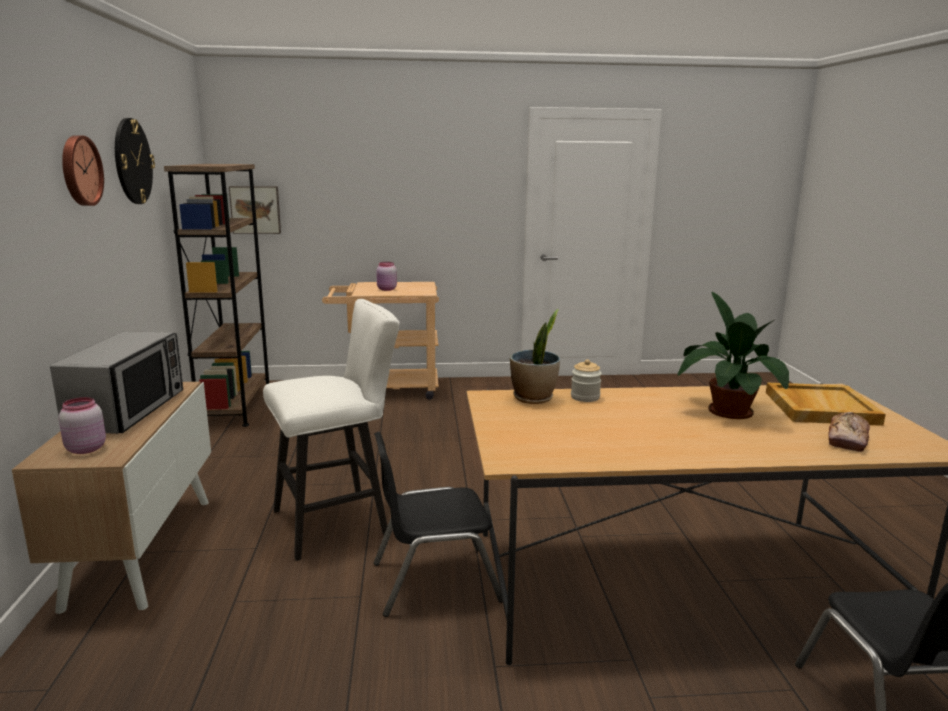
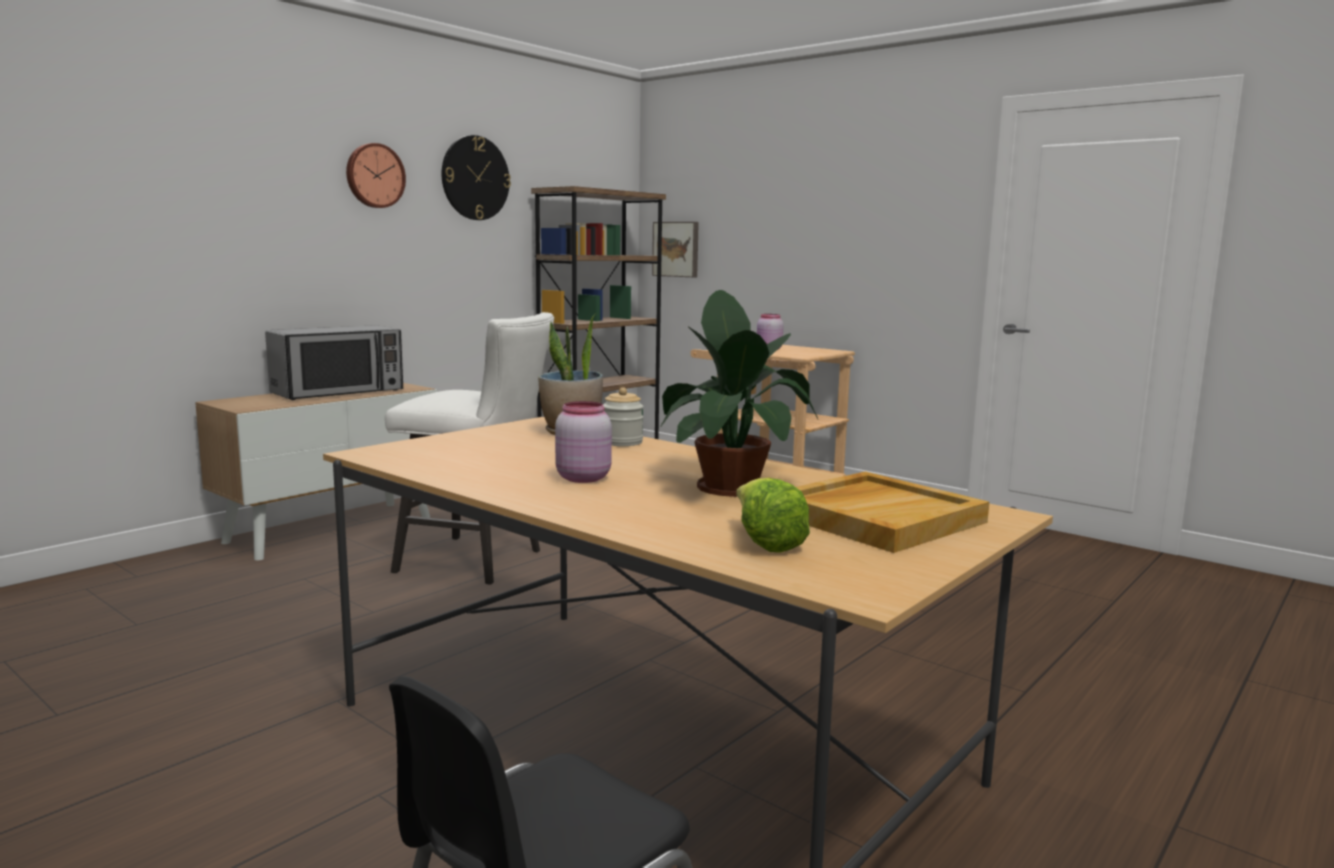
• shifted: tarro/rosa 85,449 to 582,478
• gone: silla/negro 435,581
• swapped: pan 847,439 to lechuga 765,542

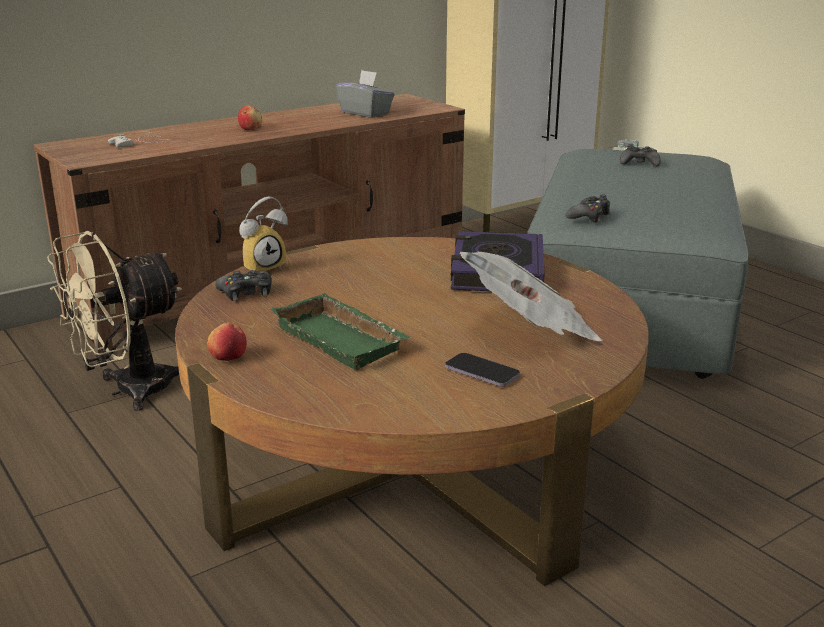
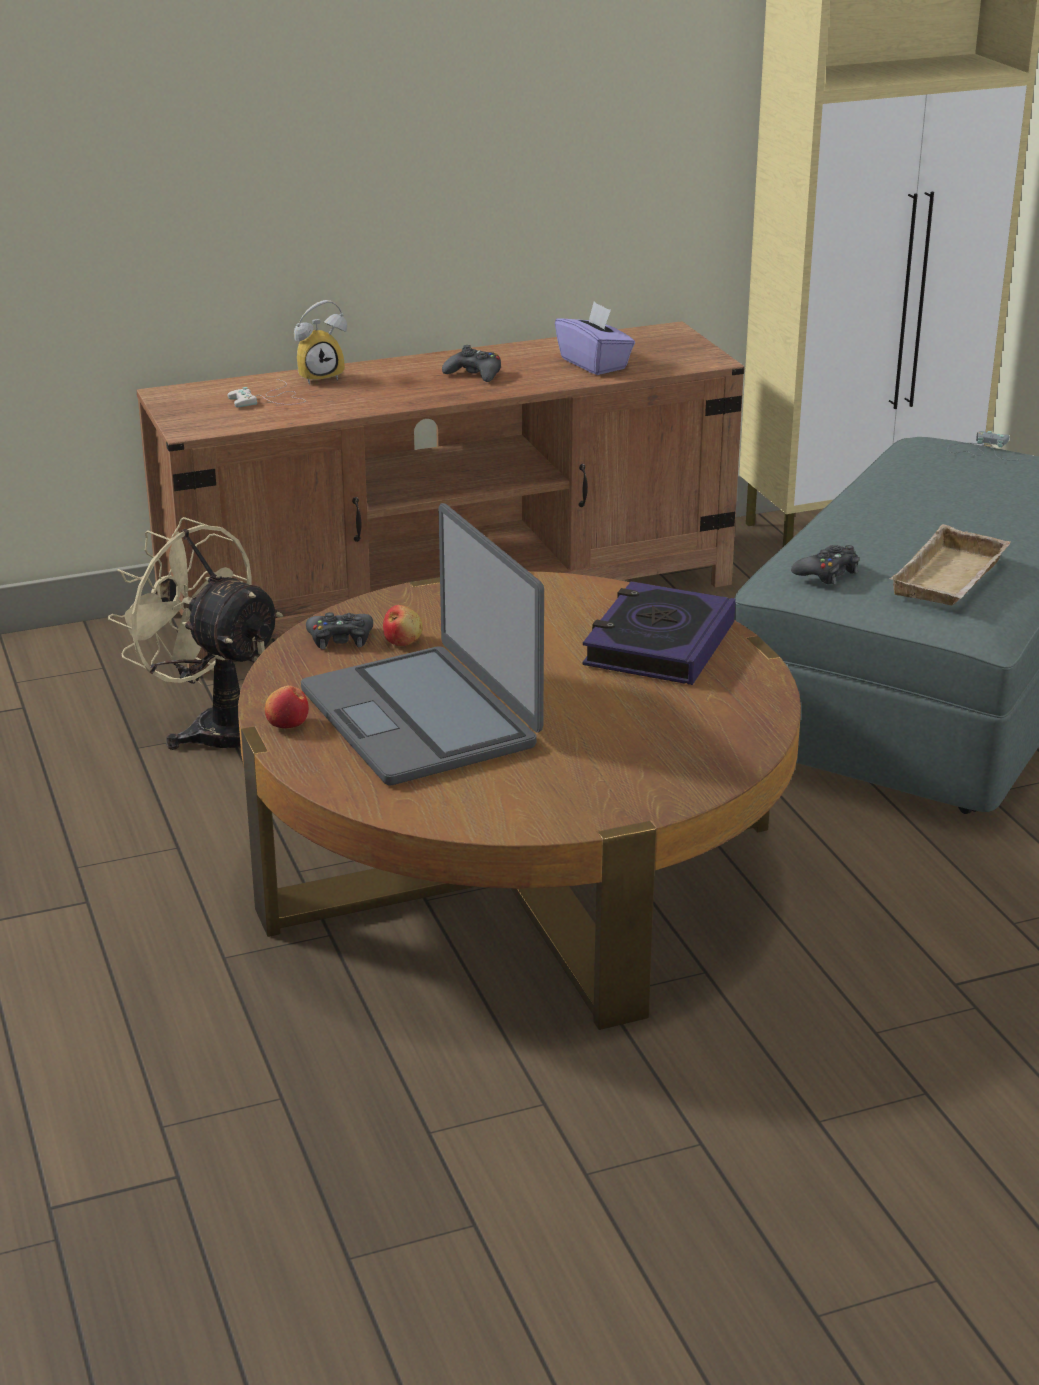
• rotated: ventilador/beis 128,391 = 214,729 60 degrees clockwise
• shifted: manzana 250,129 to 403,641
• shifted: despertador 263,267 to 320,376
• swapped: bandeja/verde 343,339 to portátil 422,717
• repainted: caja de pañuelos/gris 365,113 to caja de pañuelos/morado 594,364
• gone: móvil 482,372
• gone: periódico 530,330
• shifted: mando de consola/negro 639,163 to 474,374
• new: bandeja/beis 952,579

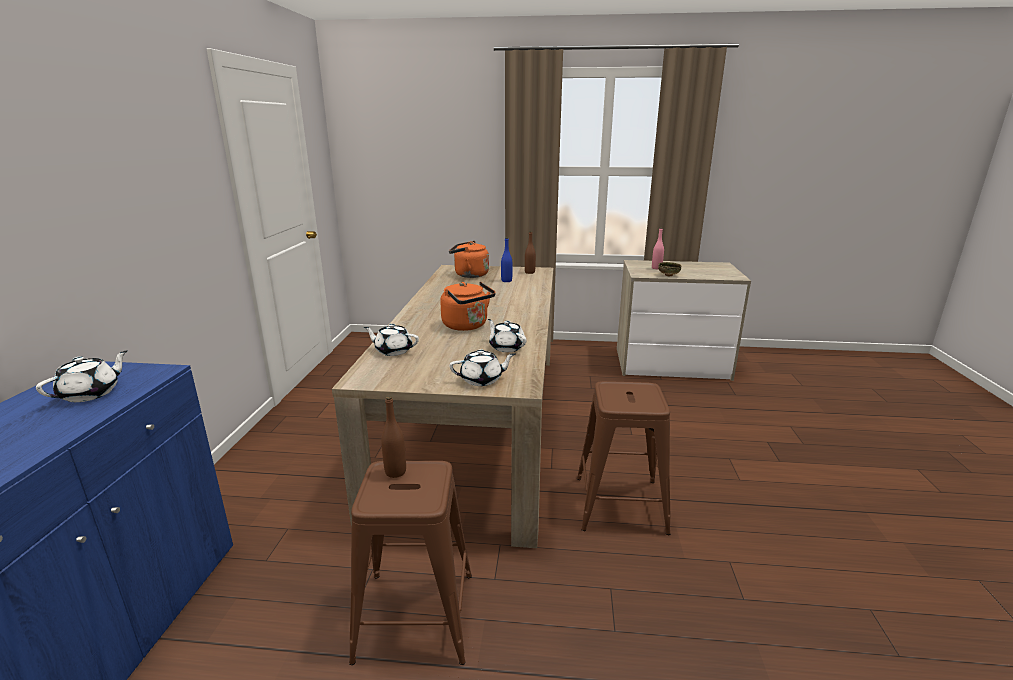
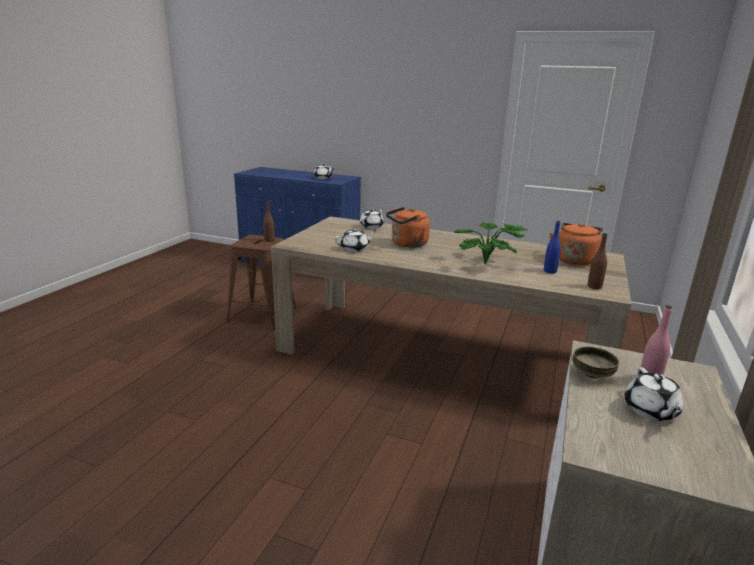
• shifted: tetera/blanco 482,380 to 650,411
• gone: taburete/marrón 619,504
• new: planta en maceta 488,264

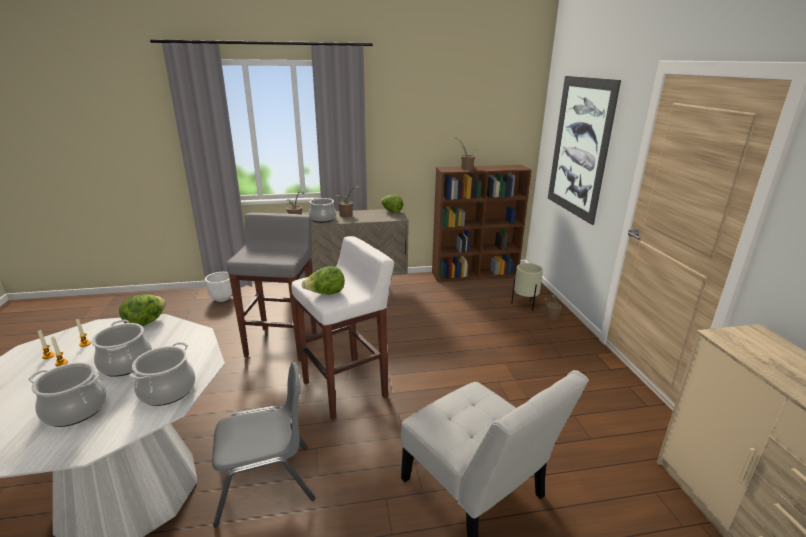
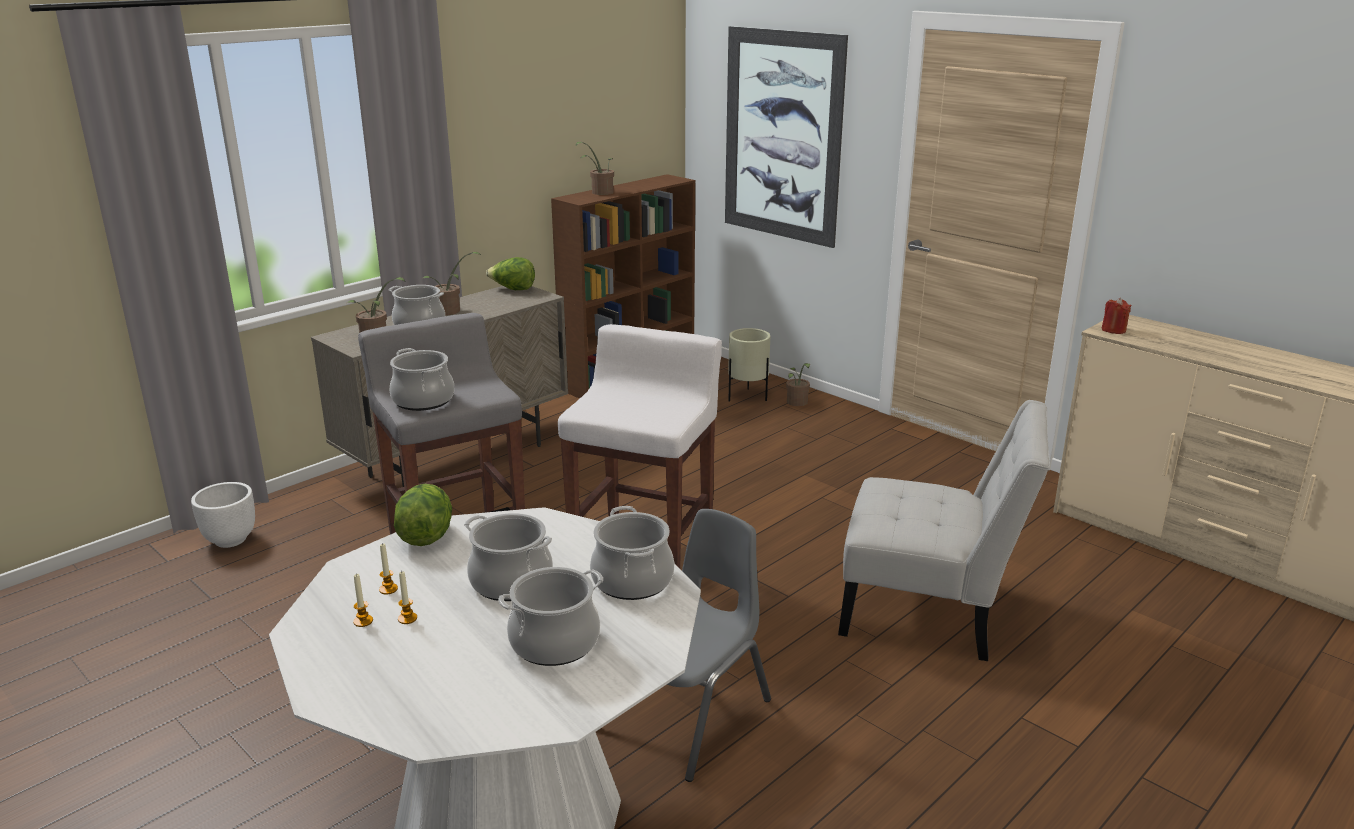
• gone: lechuga 325,294
• new: olla 423,400
• new: vela/rojo 1113,330

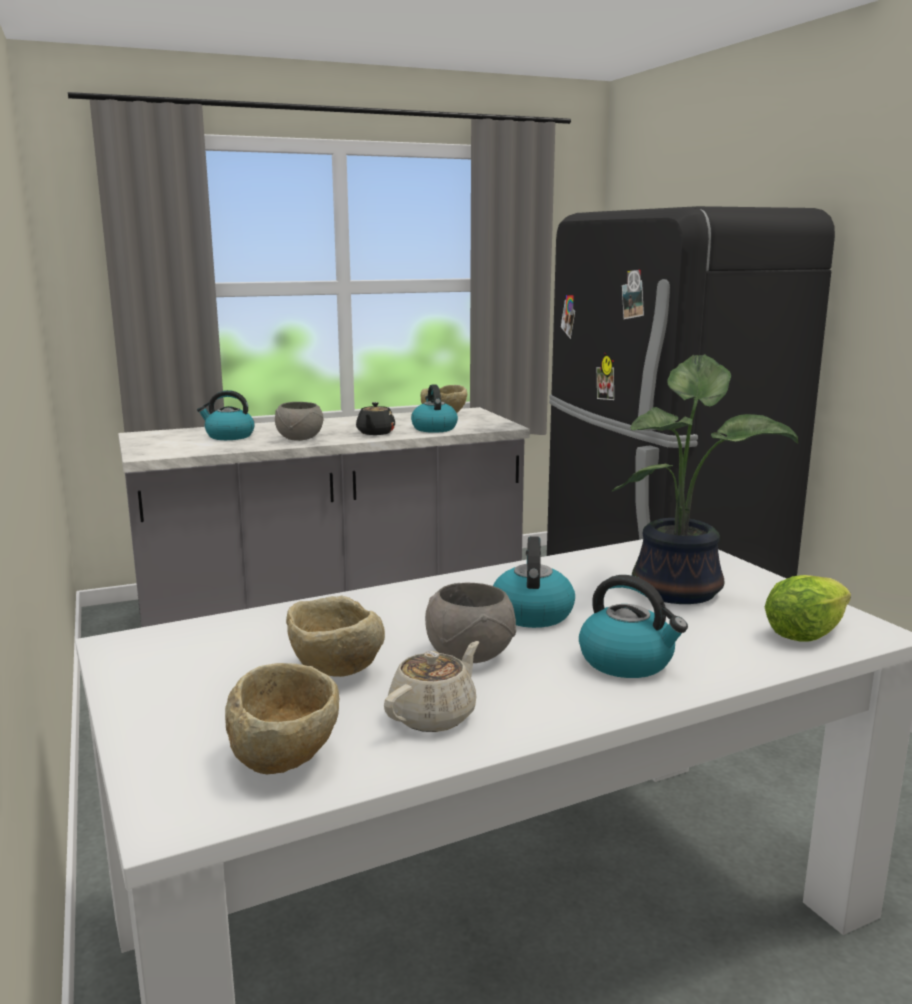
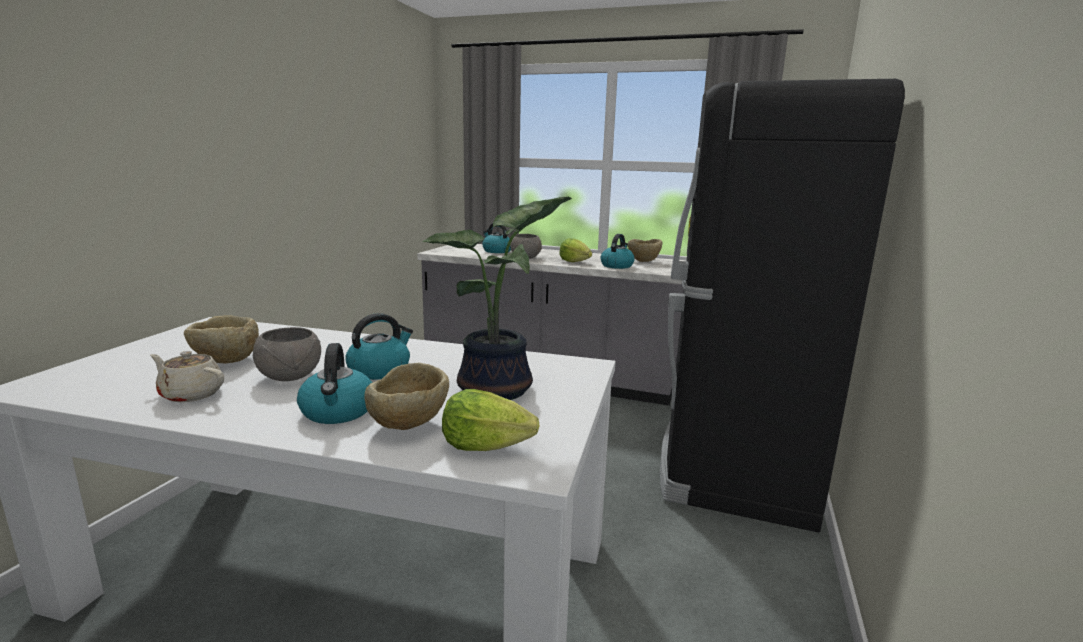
• shifted: cuenco/beis 287,761 to 409,426
• swapped: tetera/negro 375,433 to lechuga 574,262
• rotated: tetera/beis 434,715 = 191,394 150 degrees counterclockwise

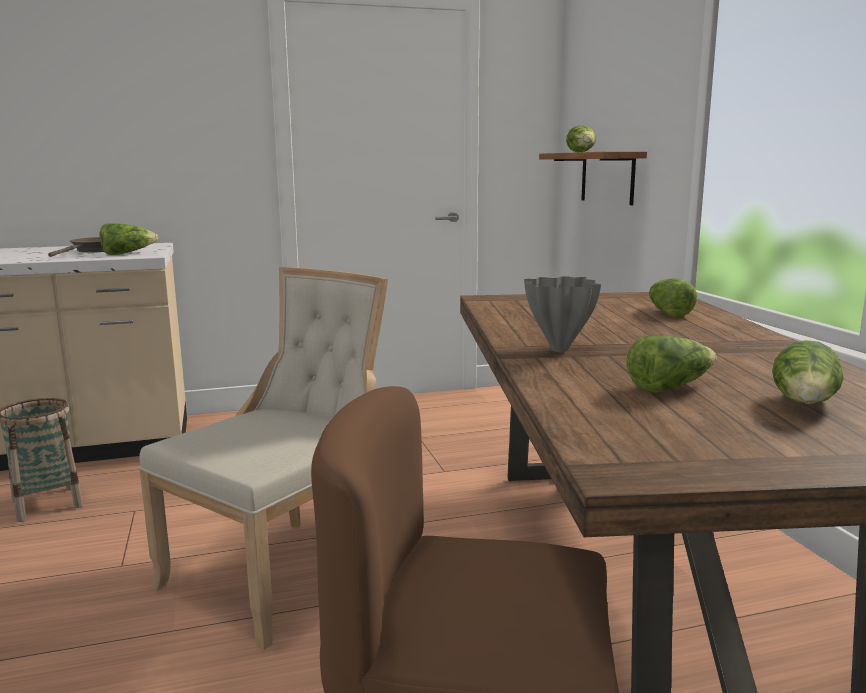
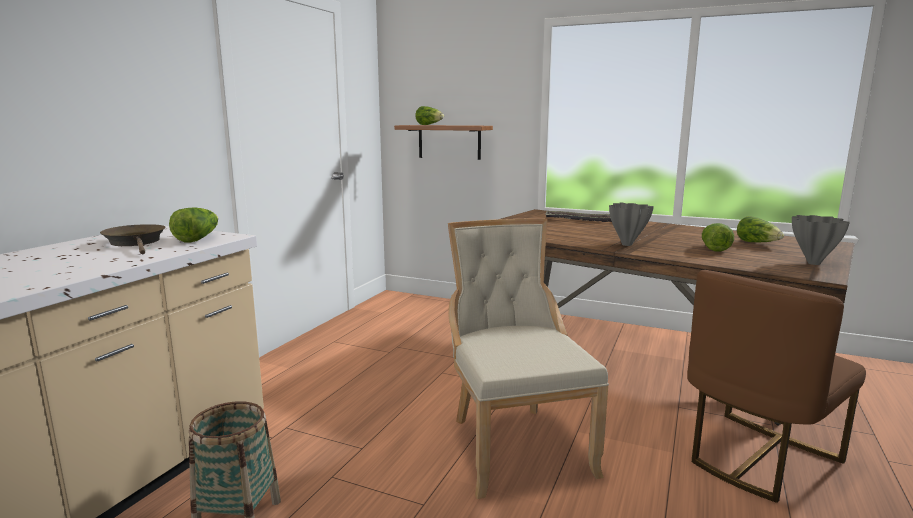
• swapped: lechuga 668,313 to bandeja 580,220
• new: florero/gris 812,263

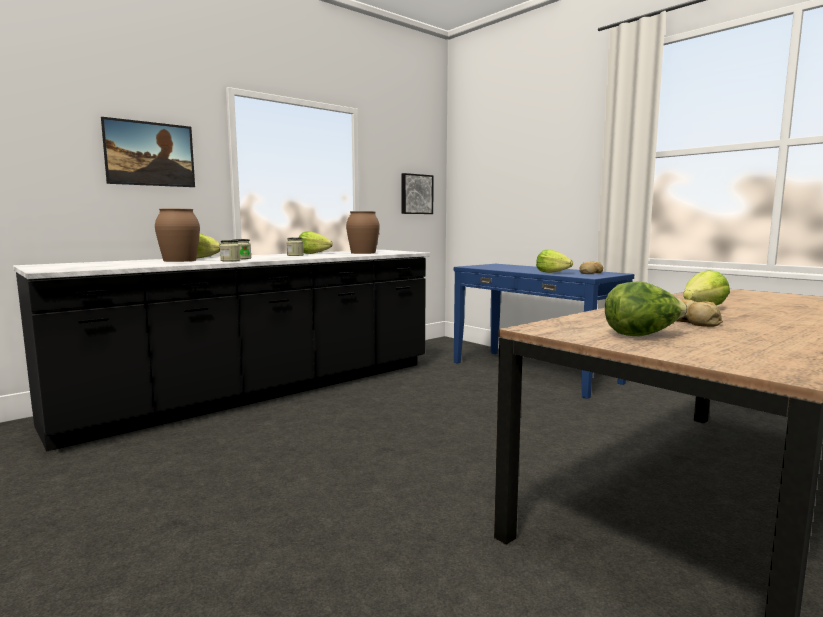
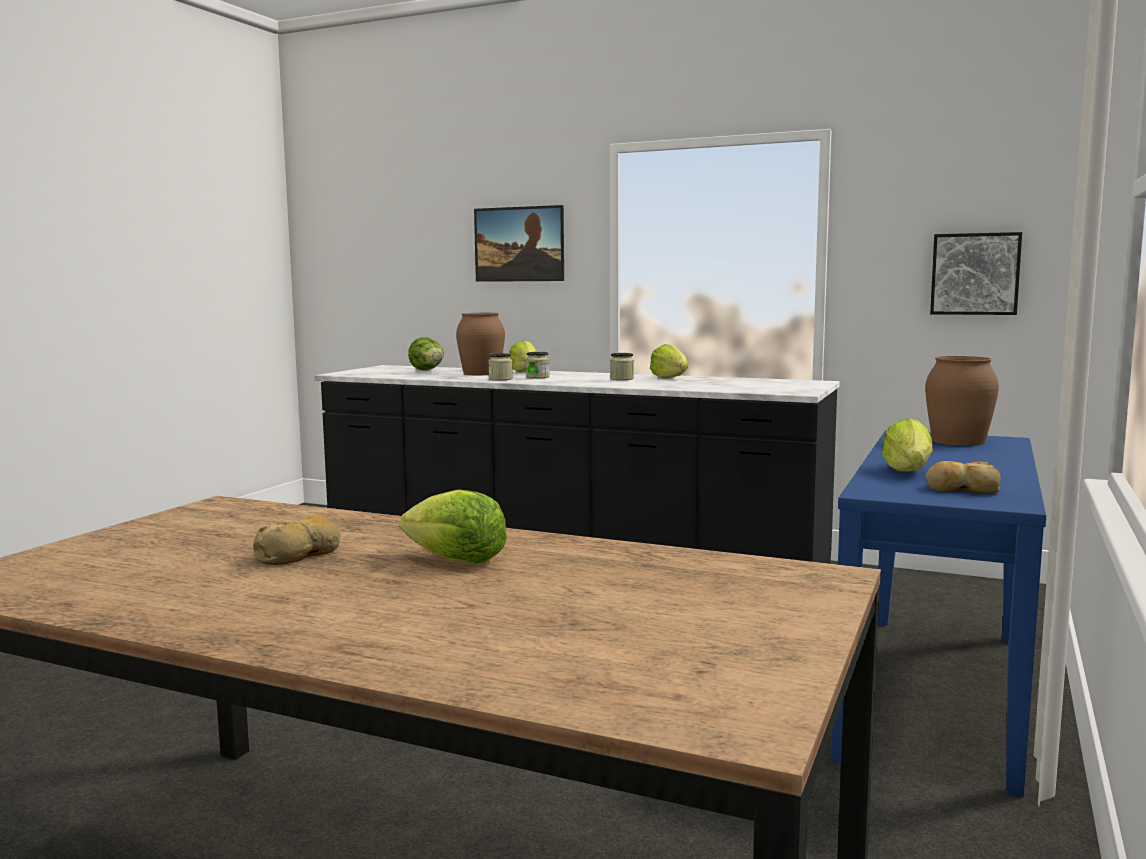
• shifted: florero/marrón 363,253 to 959,441
• shifted: lechuga 642,335 to 428,370

